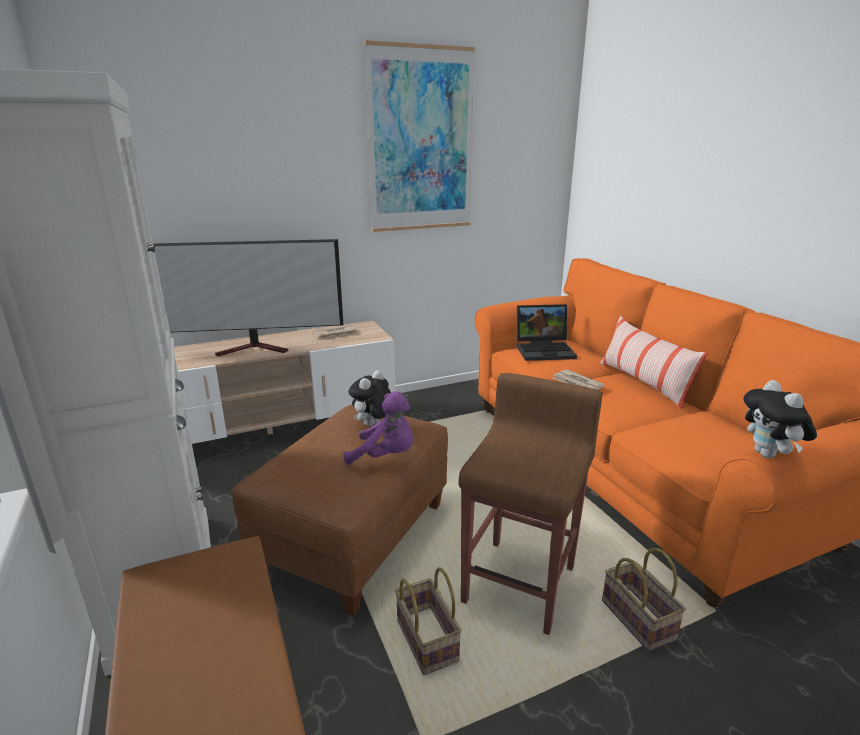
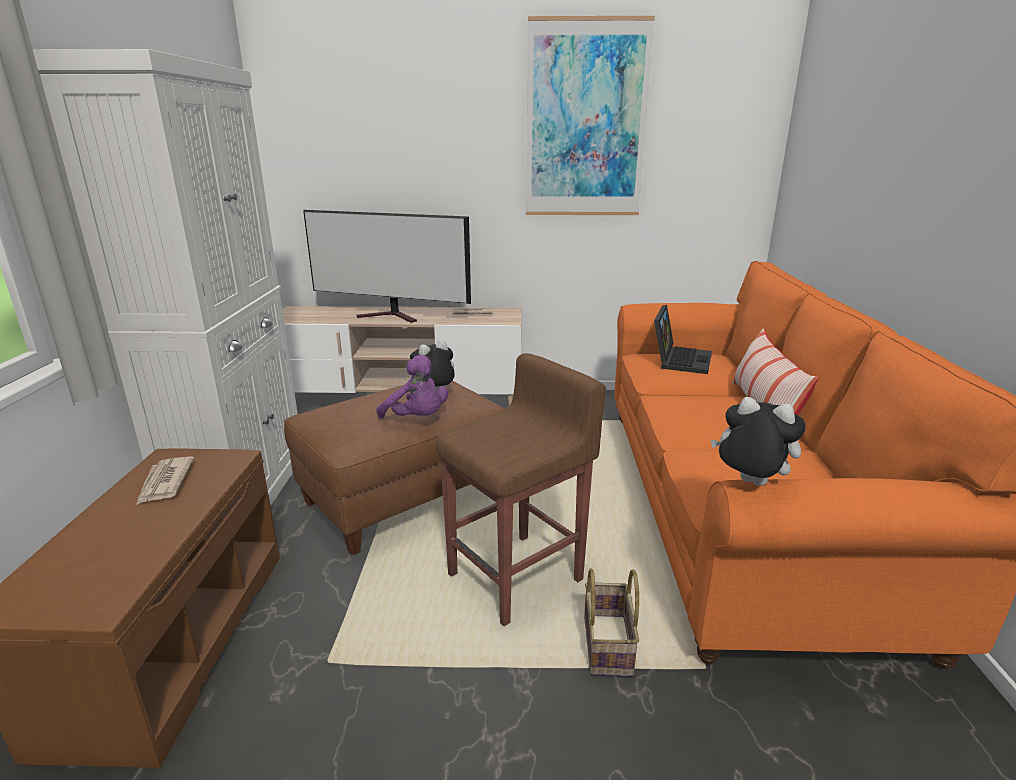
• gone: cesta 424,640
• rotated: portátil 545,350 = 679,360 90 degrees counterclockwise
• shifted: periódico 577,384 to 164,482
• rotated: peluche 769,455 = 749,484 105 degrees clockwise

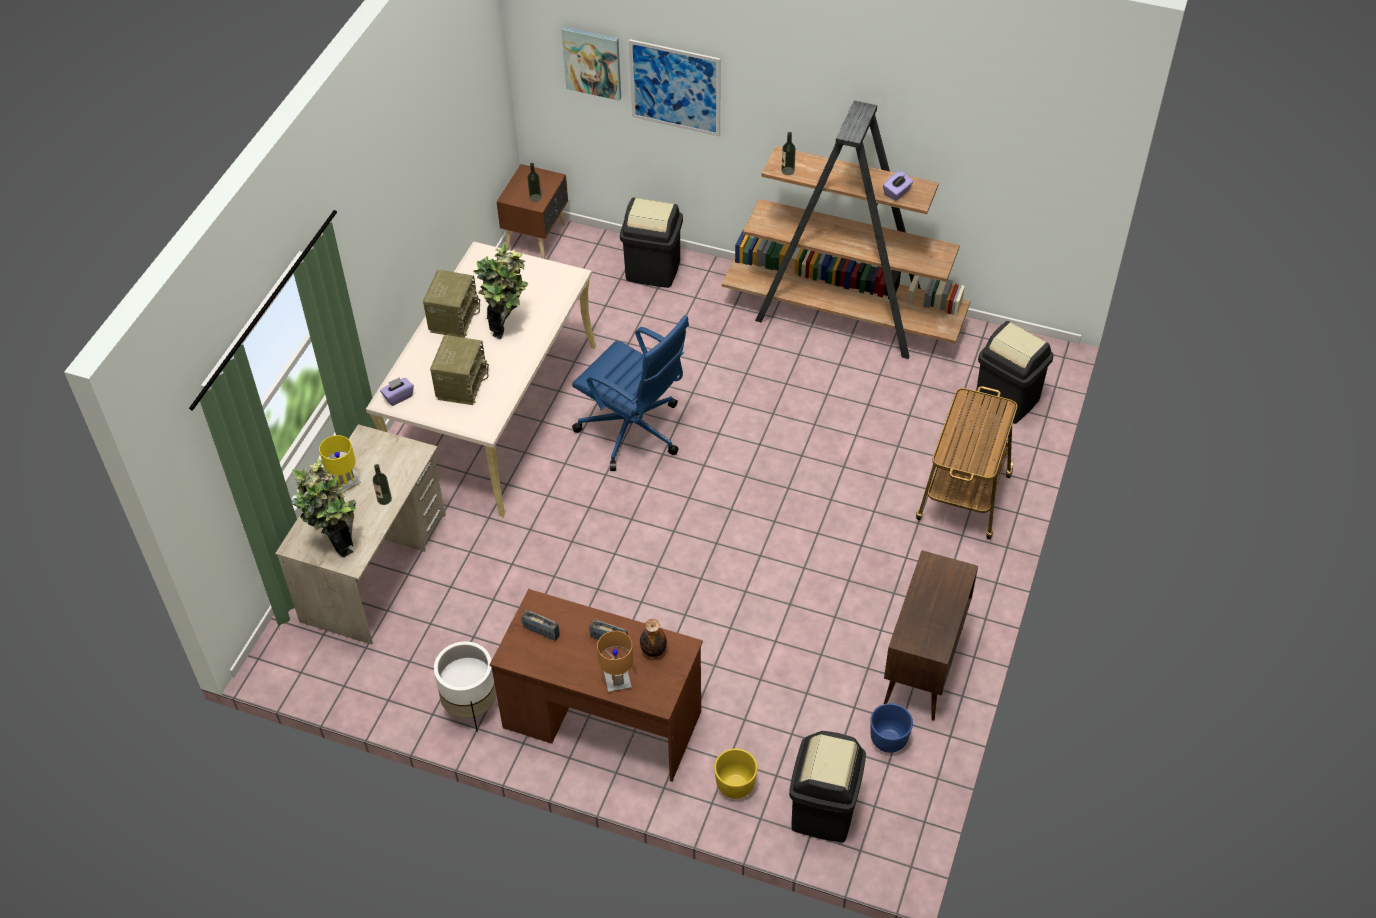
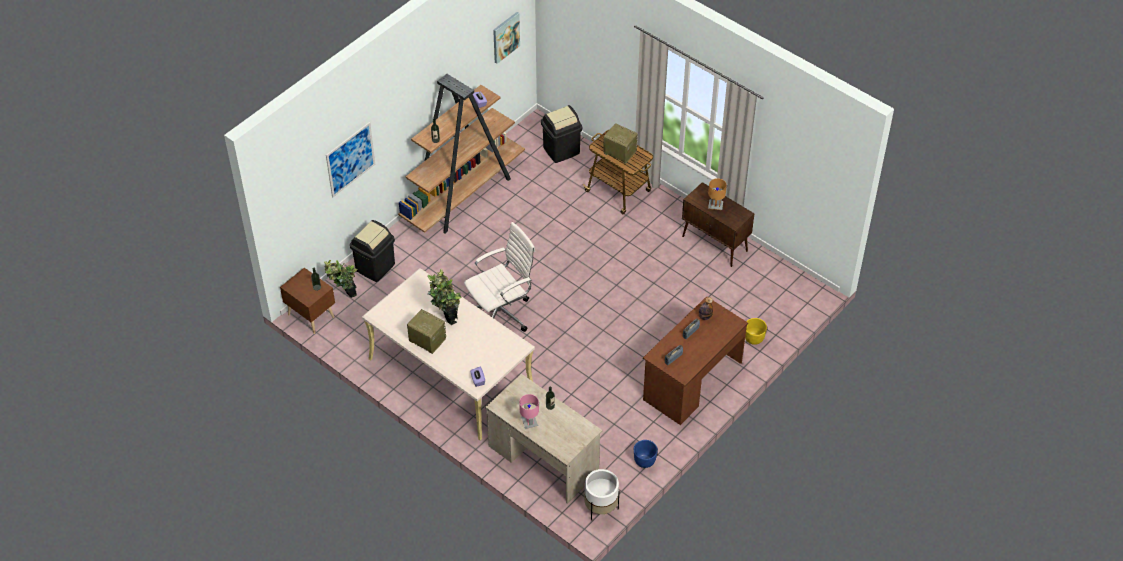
• shifted: planta en maceta 335,541 to 344,297
• repainted: lámpara de mesa/amarillo 344,483 to lámpara de mesa/rosa 529,422
• shifted: radio 461,384 to 619,152
• shifted: maceta/blanco 471,706 to 600,507
• shifted: cuadro 592,62 to 505,37
• repainted: silla de oficina/azul 633,432 to silla de oficina/blanco 501,313
• shifted: lámpara de mesa/marrón 617,679 to 715,205
• gone: papelera/negro 824,811
• shifted: maceta/azul 888,740 to 644,461

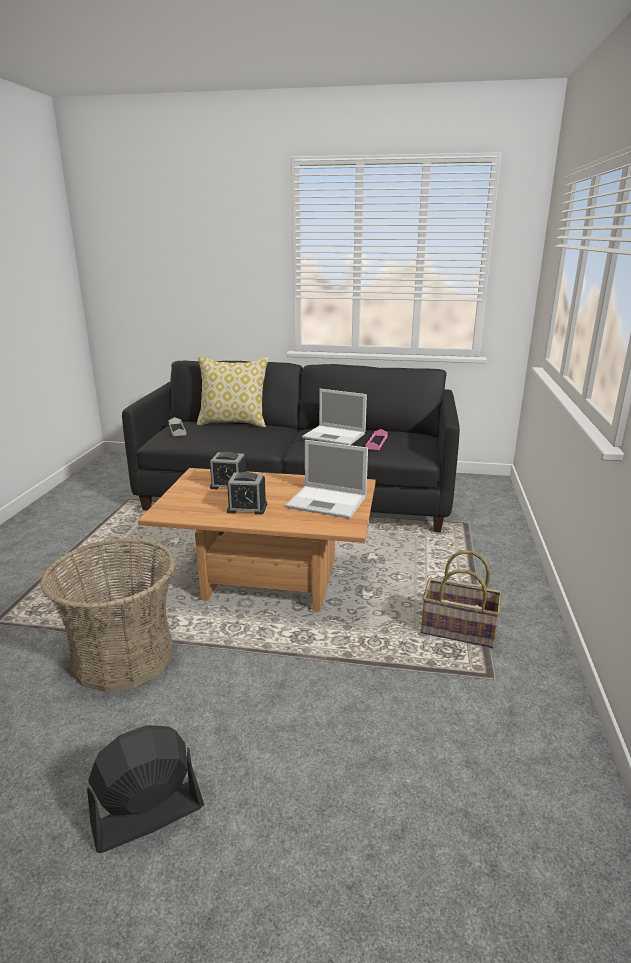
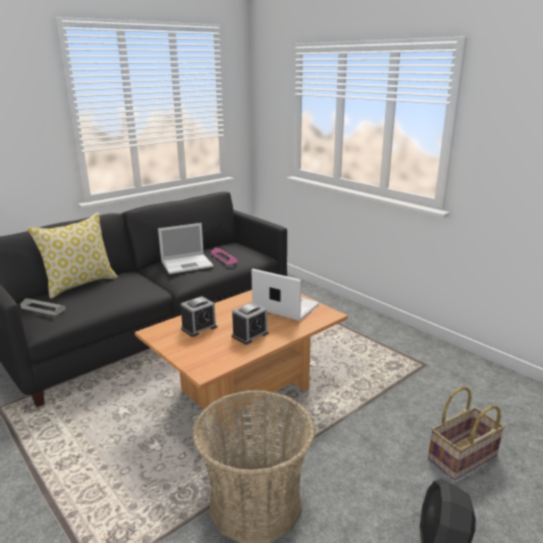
• rotated: portátil 328,502 = 284,306 120 degrees counterclockwise
• shifted: cesta 458,631 to 463,458

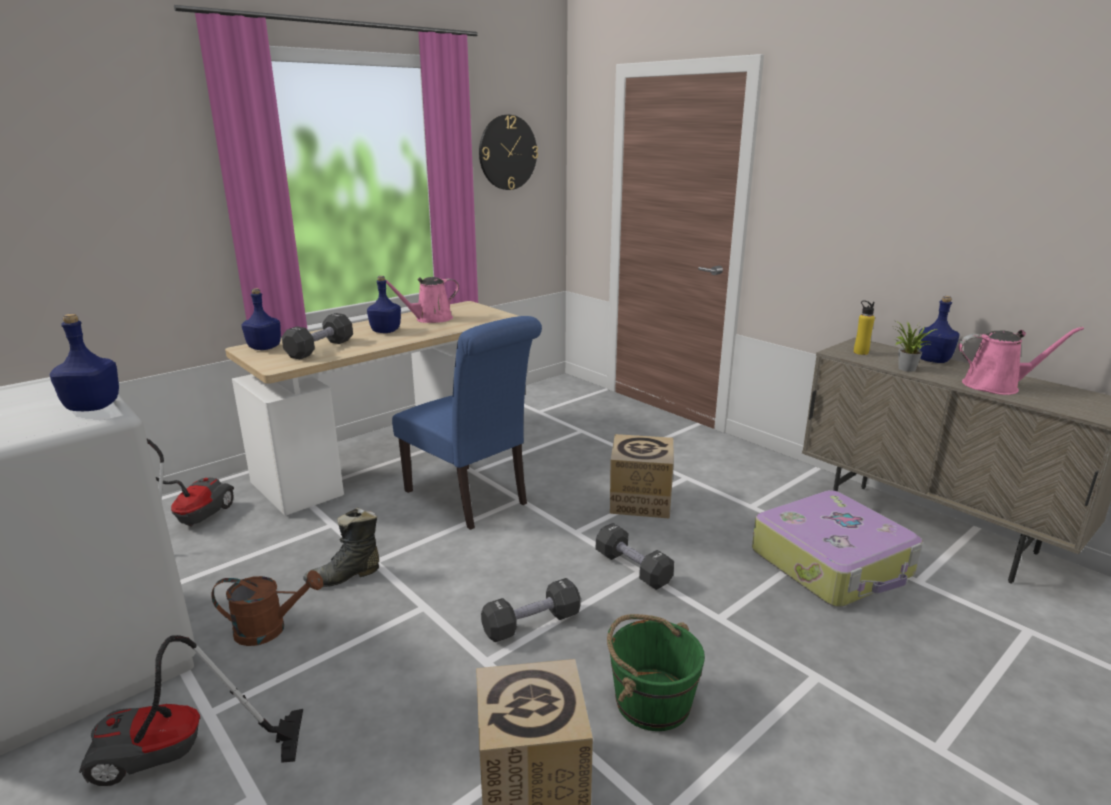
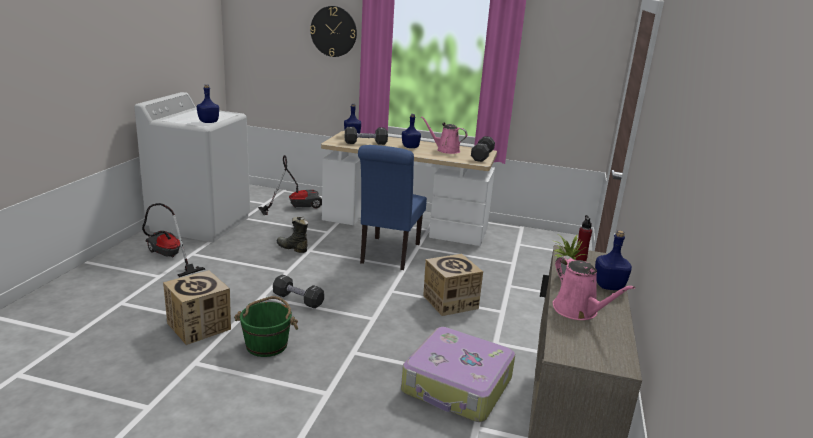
• gone: regadera/marrón 270,629
• shifted: reloj de pared 507,152 to 333,31
• shifted: mancuerna/negro 633,568 to 482,156
• repainted: botella/amarillo 860,352 to botella/rojo 580,259

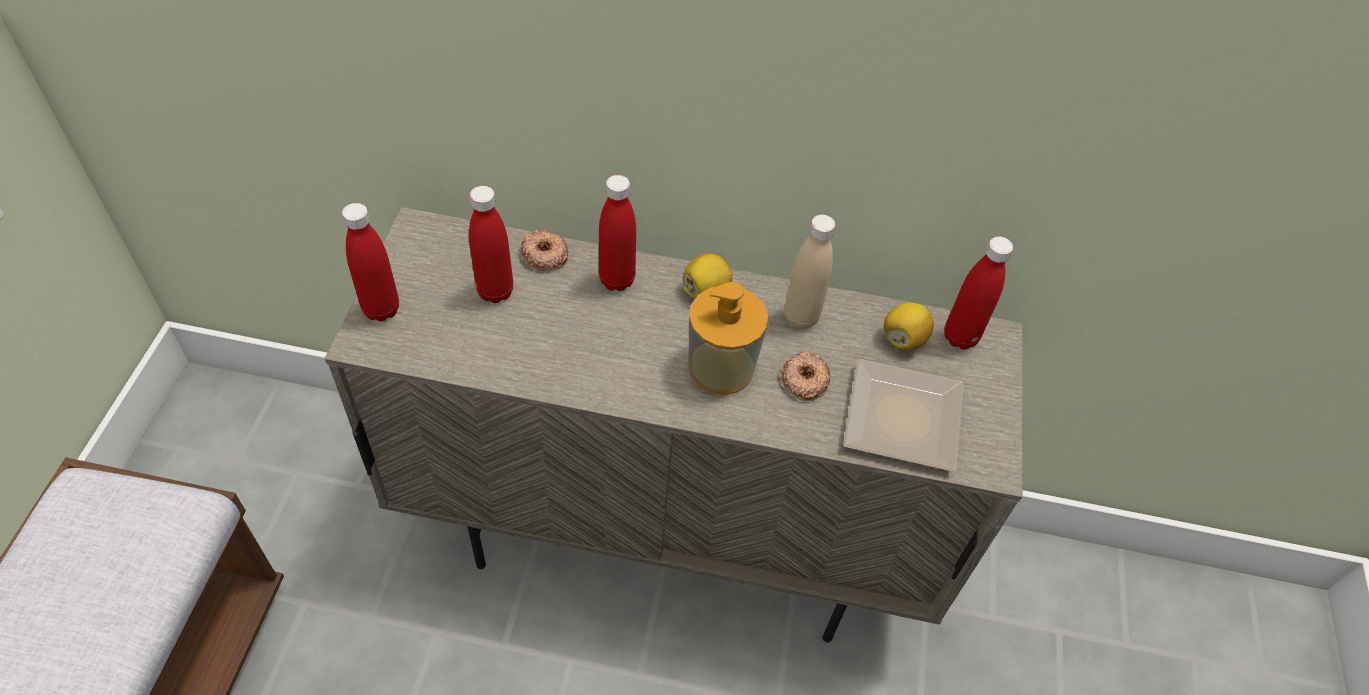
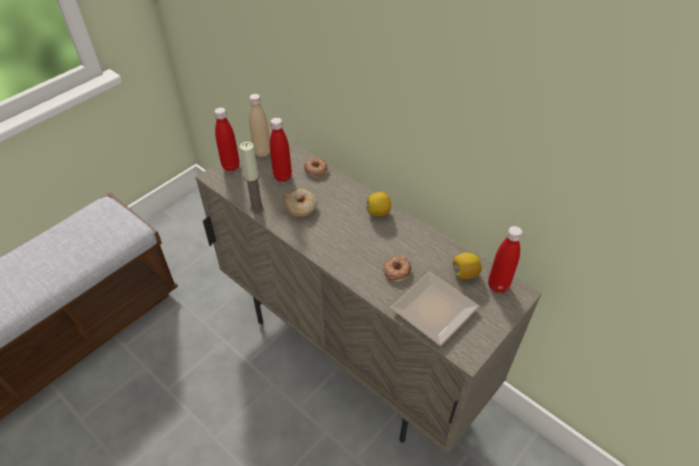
• gone: botella/rojo 617,280
• gone: dispensador de jabón 721,367
• shifted: botella/beis 801,317 to 262,152
• new: vela 257,208
• new: rosquilla 300,207

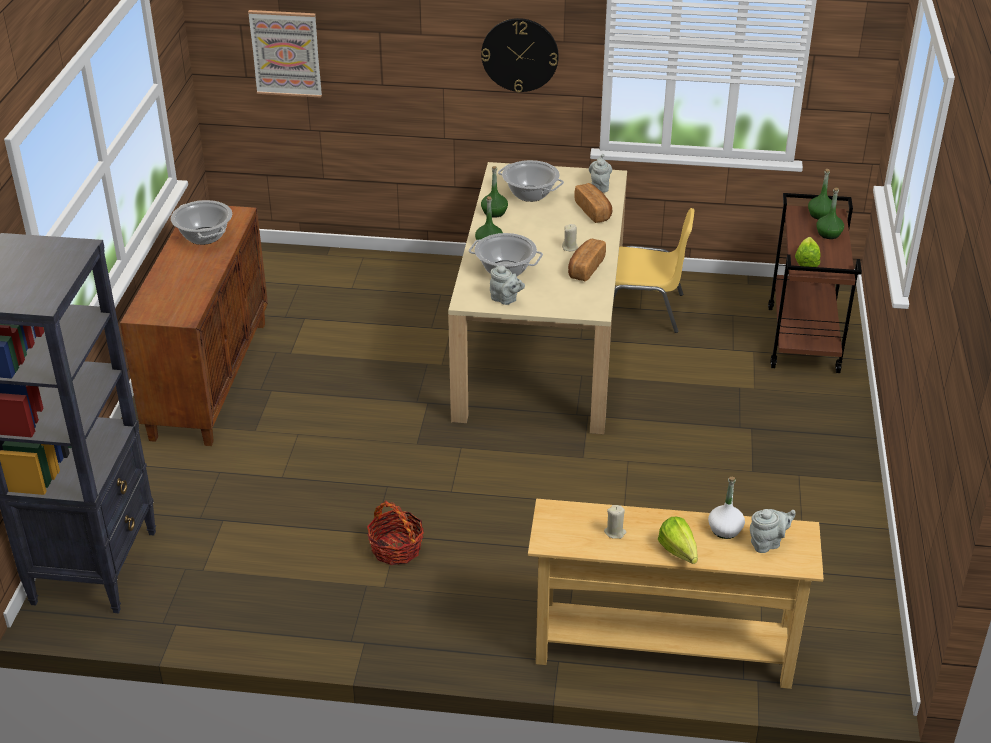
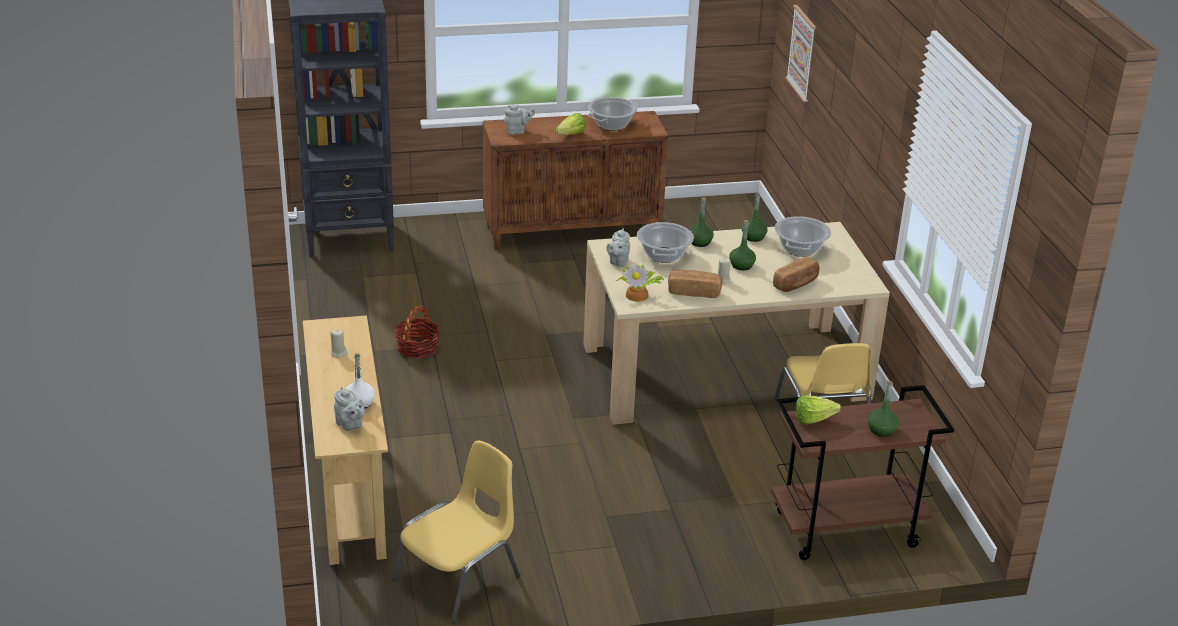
• gone: reloj de pared 520,54
• shifted: tetera/gris 599,186 to 517,131
• shifted: lechuga 679,555 to 568,135
• shifted: botella/verde 820,215 to 741,265
• new: silla/amarillo 459,578
• new: planta en maceta 638,294

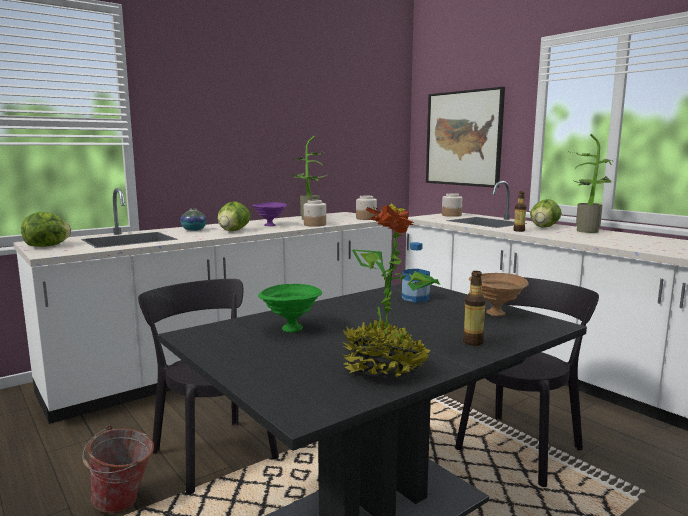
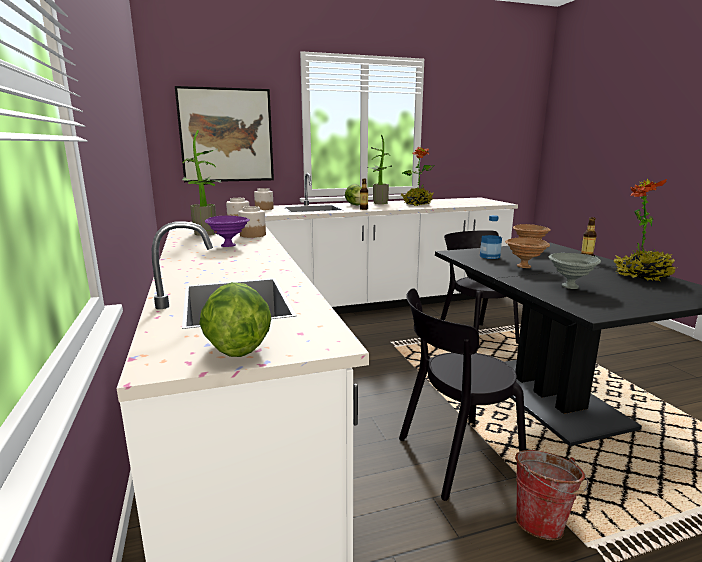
• gone: florero 194,230
• gone: lechuga 233,231
• repainted: cuenco/verde 290,329 to cuenco/gris 570,287
• new: planta en maceta 417,204
• new: cuenco/marrón 525,267

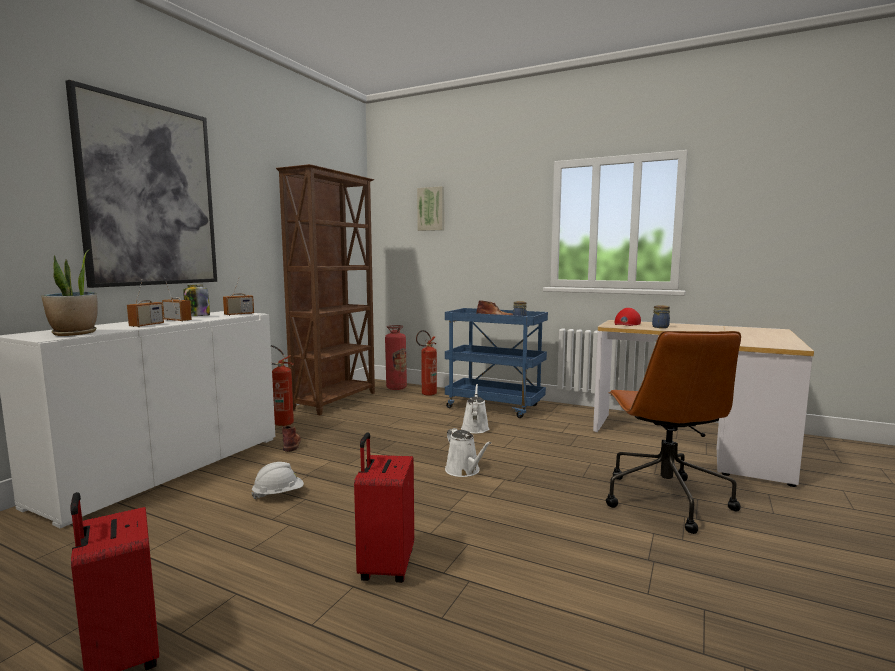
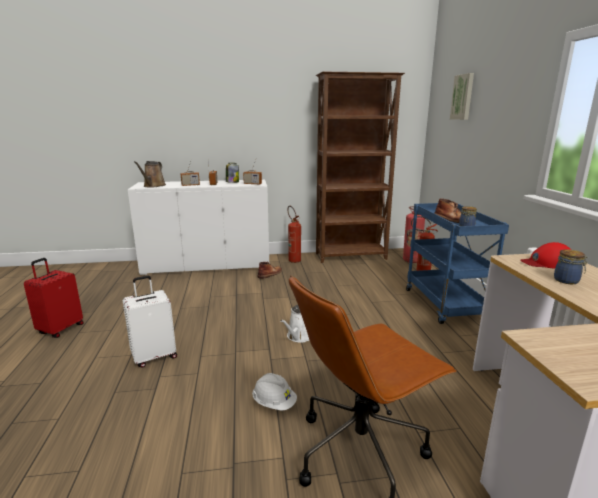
• swapped: planta en maceta 74,333 to regadera/marrón 153,186
• gone: cuadro 149,195
• shifted: casco/blanco 278,495 to 274,403
• repainted: maleta/rojo 385,566 to maleta/blanco 154,356
• gone: regadera/blanco 475,427

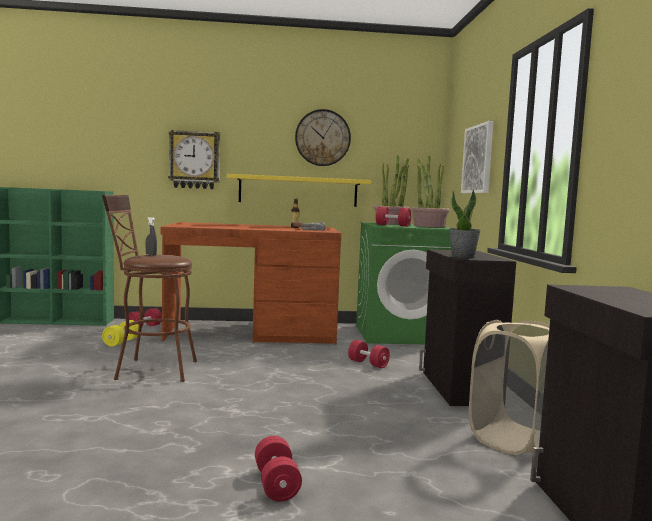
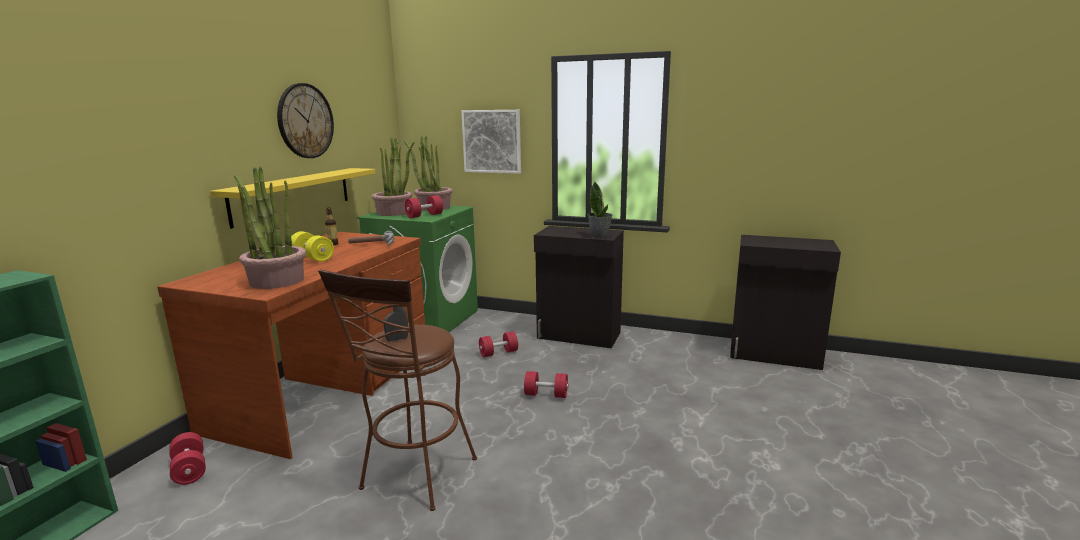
• shifted: mancuerna/amarillo 121,342 to 313,258
• gone: reloj de pared 194,160
• shifted: mancuerna/rojo 276,484 to 546,395
• gone: cesto de la ropa/beis 514,439
• new: planta en maceta 277,280

